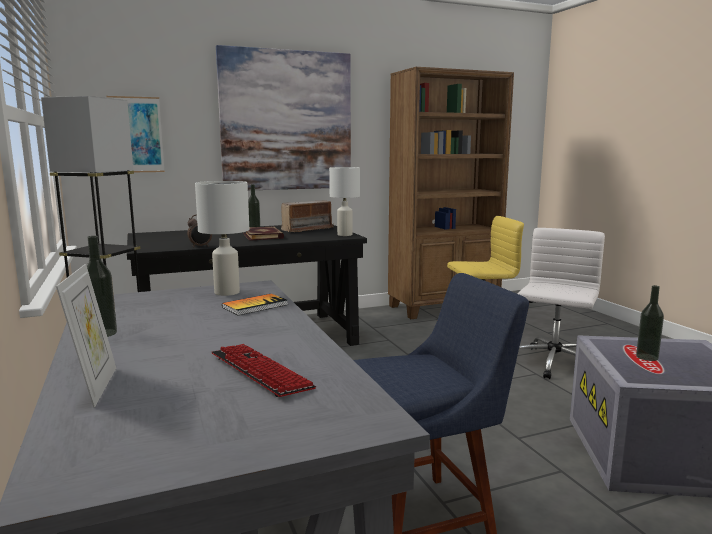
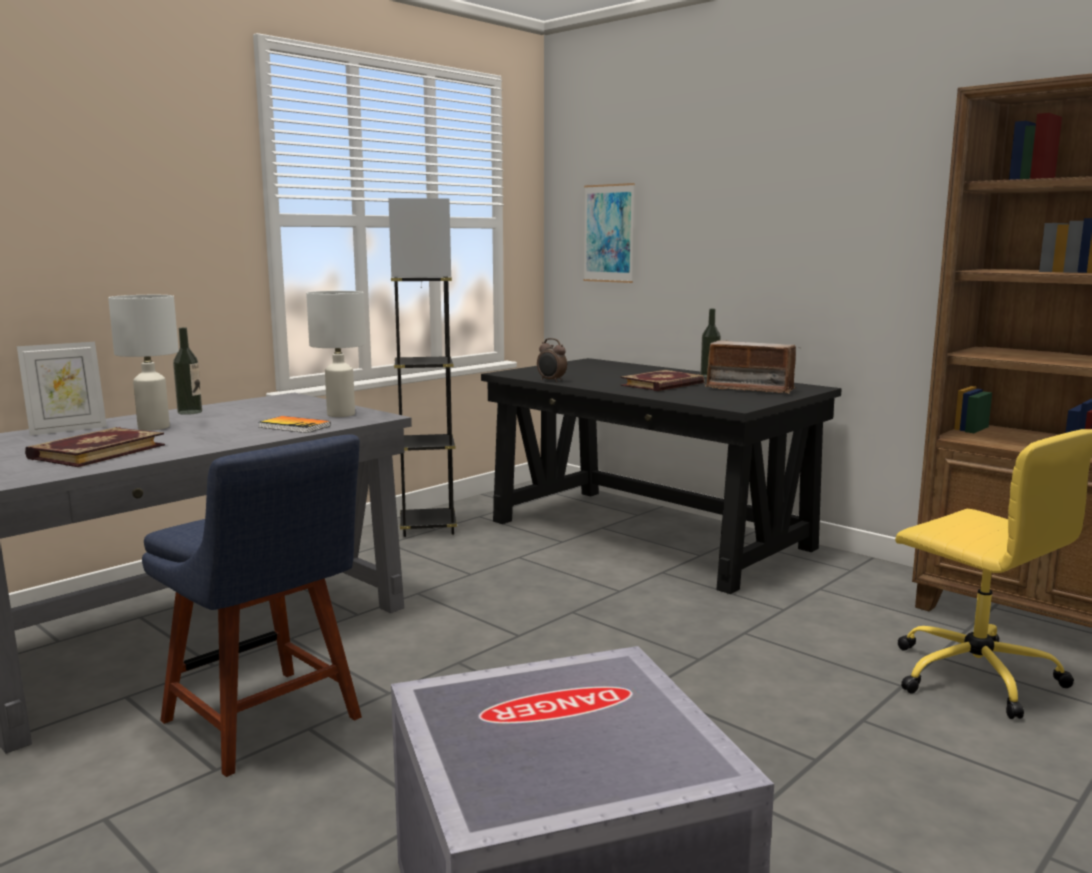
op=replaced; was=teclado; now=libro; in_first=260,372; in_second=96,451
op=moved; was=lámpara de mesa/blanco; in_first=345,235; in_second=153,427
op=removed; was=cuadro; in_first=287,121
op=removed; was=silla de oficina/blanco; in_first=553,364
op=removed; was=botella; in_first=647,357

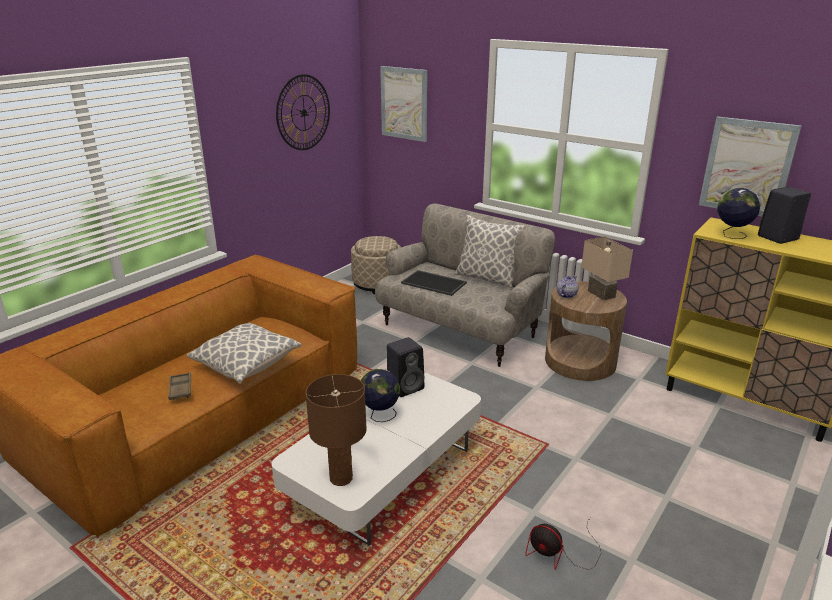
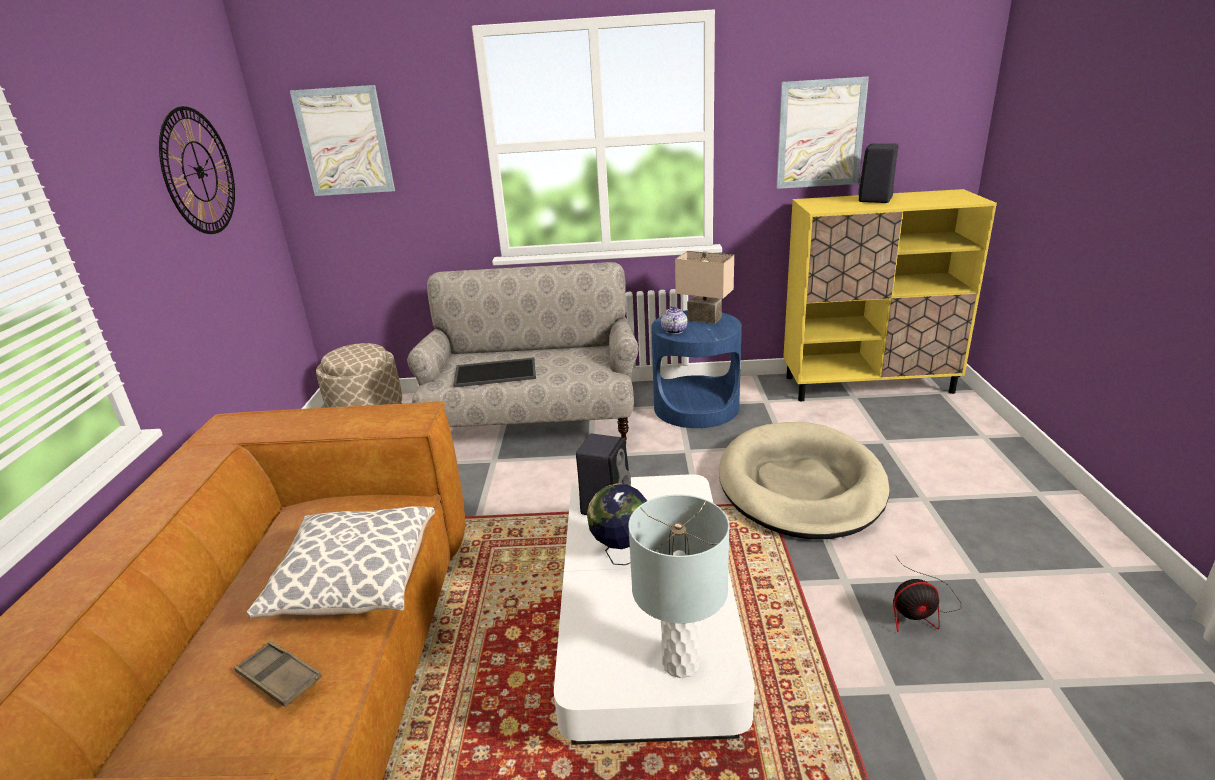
op=recoloured; was=lámpara de mesa/marrón; now=lámpara de mesa/gris; in_first=341,478; in_second=681,663
op=recoloured; was=mesa auxiliar/marrón; now=mesa auxiliar/azul; in_first=580,361; in_second=696,407
op=added; now=cama para perro/beis; in_second=800,485
op=removed; was=cojín; in_first=487,278
op=removed; was=globo terráqueo; in_first=731,235

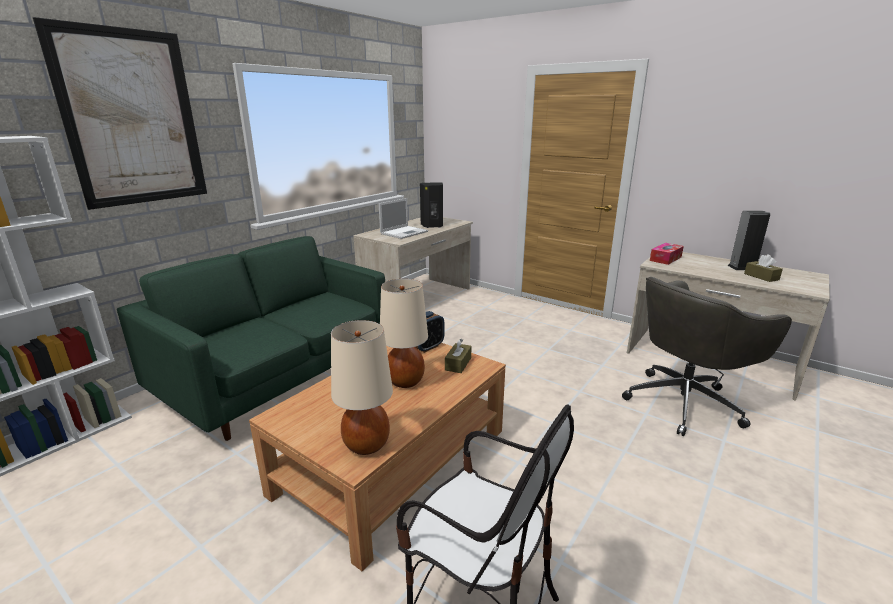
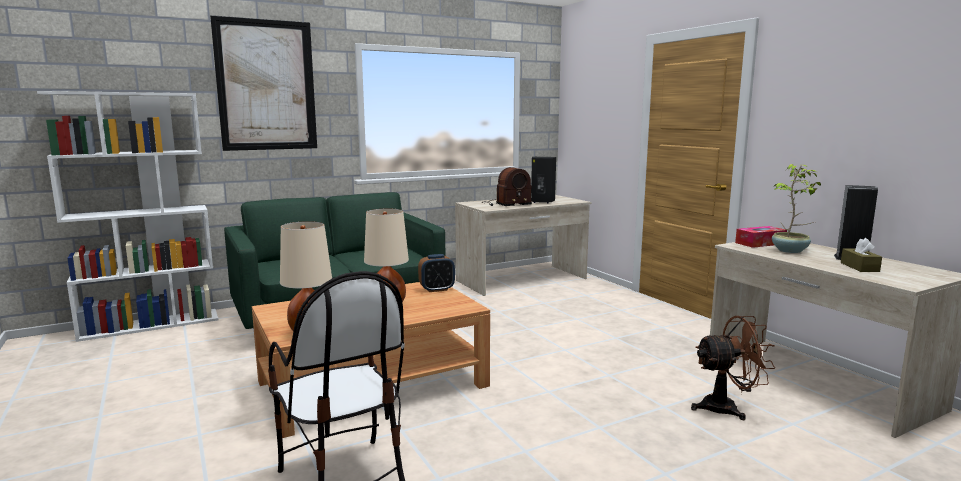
op=replaced; was=portátil; now=radio; in_first=404,232; in_second=505,204
op=replaced; was=silla de oficina/gris; now=ventilador/marrón; in_first=685,402; in_second=727,408
op=added; now=planta en maceta; in_second=790,251
op=removed; was=caja de pañuelos/marrón; in_first=458,364

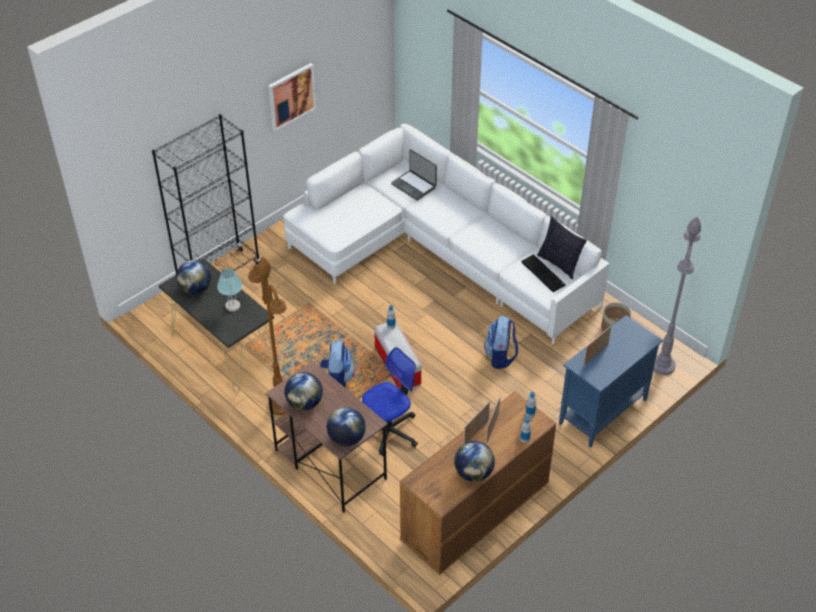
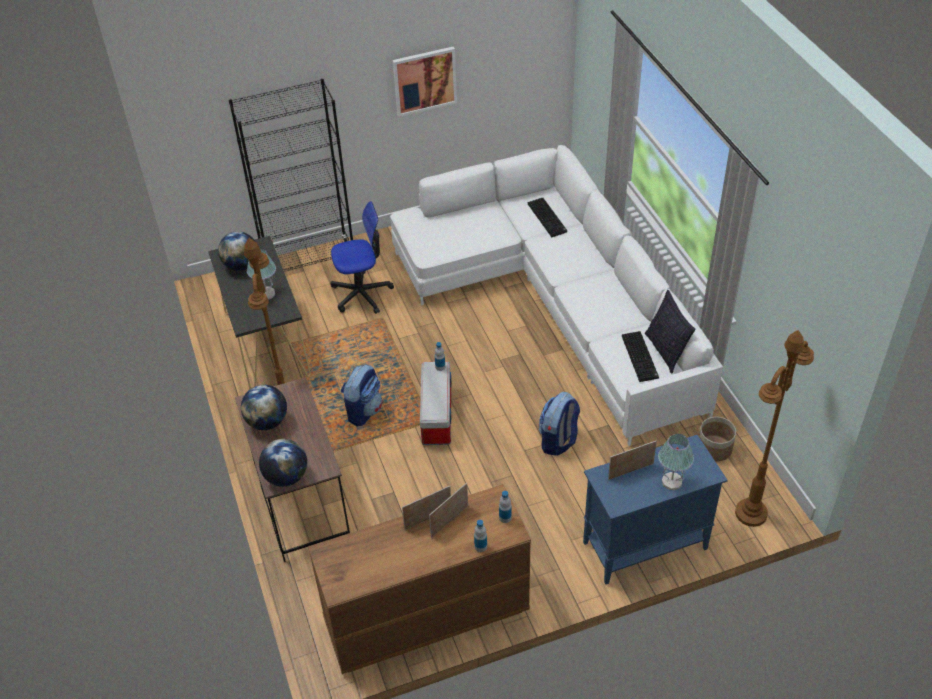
op=moved; was=silla de oficina; in_first=389,431; in_second=362,294
op=replaced; was=portátil; now=teclado; in_first=414,185; in_second=548,218
op=added; now=lámpara de mesa; in_second=671,482
op=recoloured; was=lámpara de pie/gris; now=lámpara de pie/marrón; in_first=663,366; in_second=751,514
op=removed; was=globo terráqueo; in_first=473,473

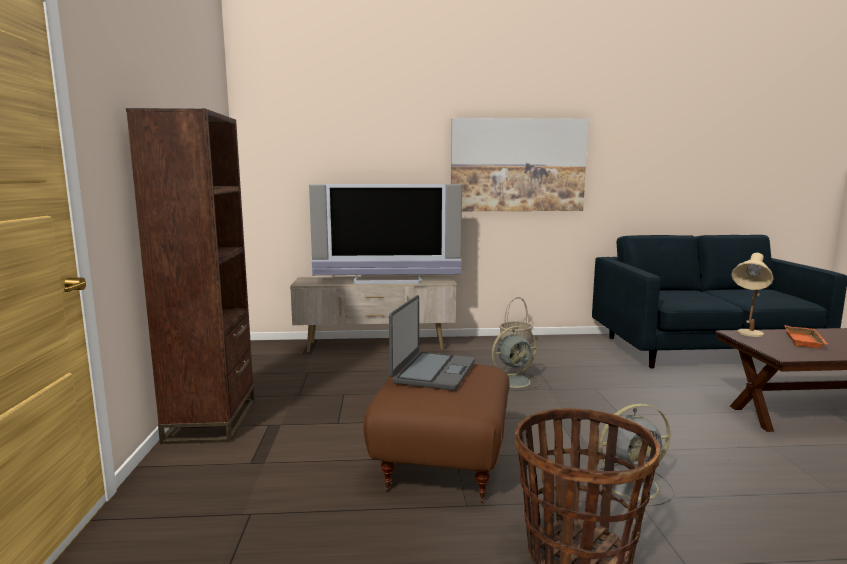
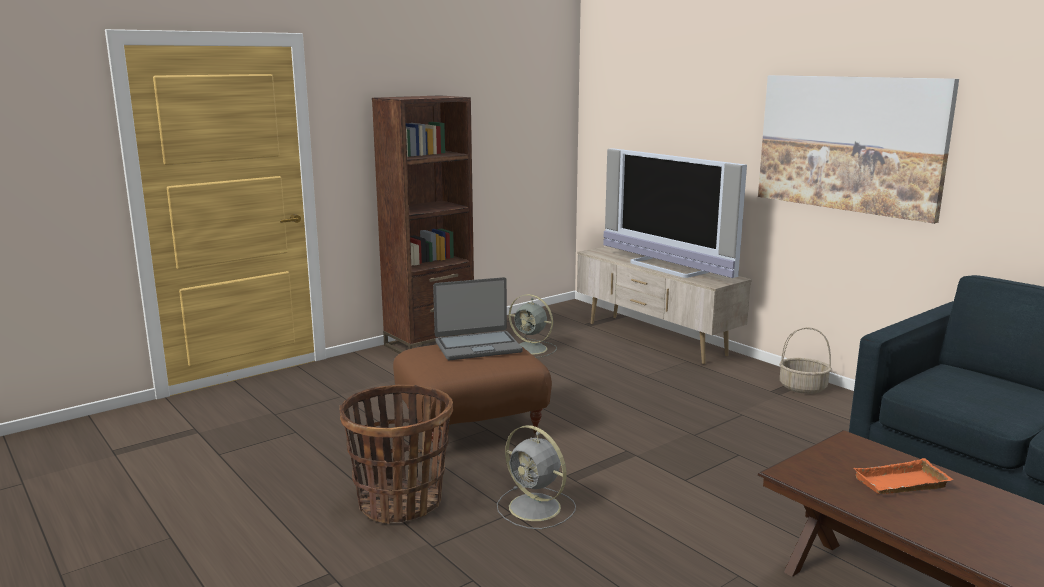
op=moved; was=ventilador/gris; in_first=514,381; in_second=532,349
op=removed; was=lámpara de mesa/beis; in_first=747,335

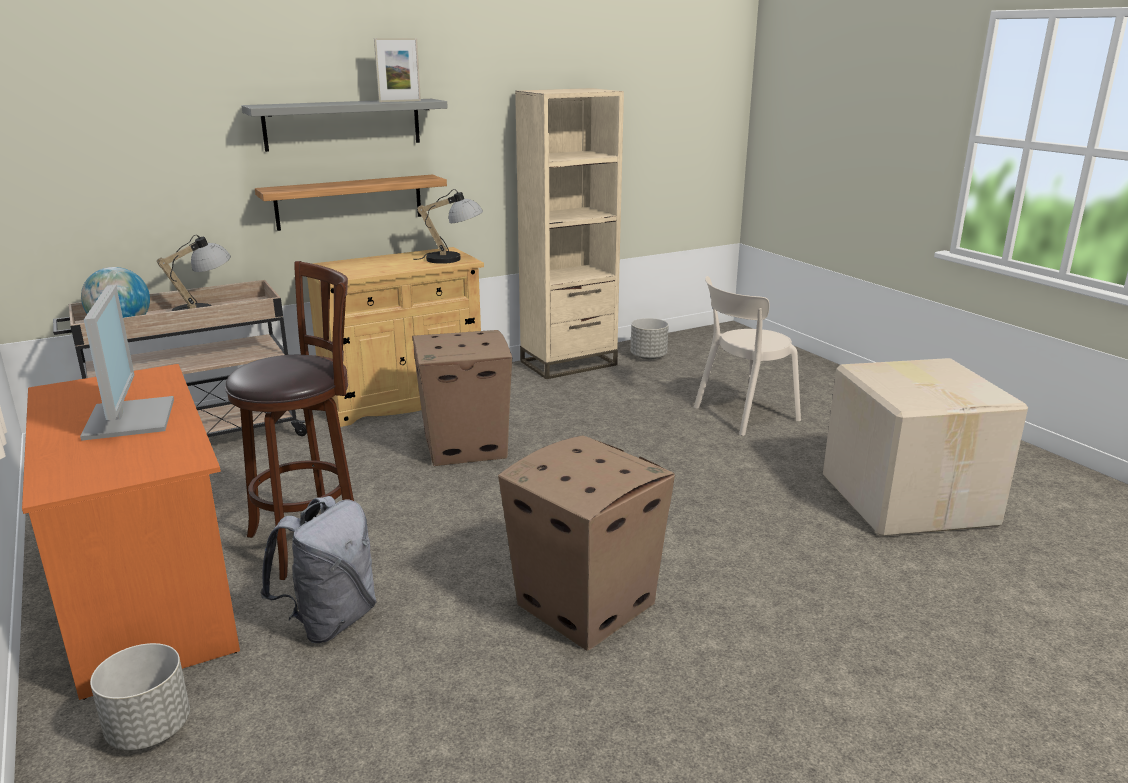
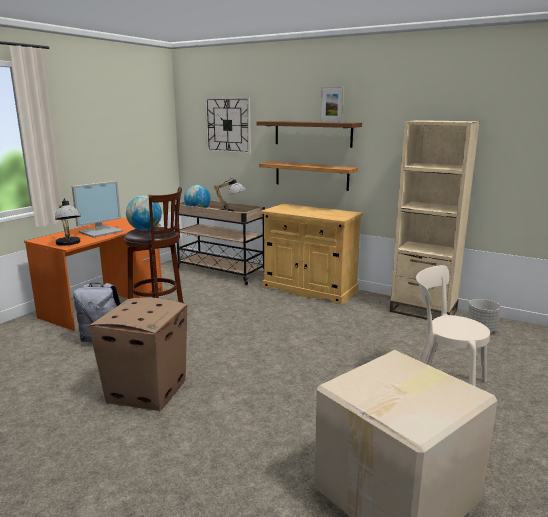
op=moved; was=lámpara de mesa; in_first=453,259; in_second=69,244
op=added; now=globo terráqueo; in_second=145,230
op=added; now=reloj de pared; in_second=228,125
op=recoloured; was=estante/gris; now=estante/marrón; in_first=343,124; in_second=312,133
op=removed; was=maceta/gris; in_first=149,730
op=removed; was=caja de cartón; in_first=466,446

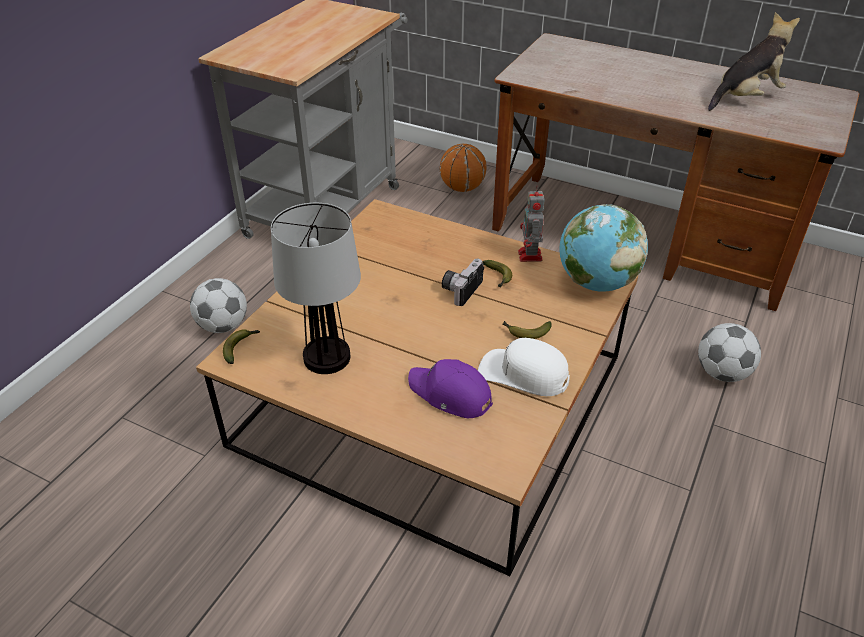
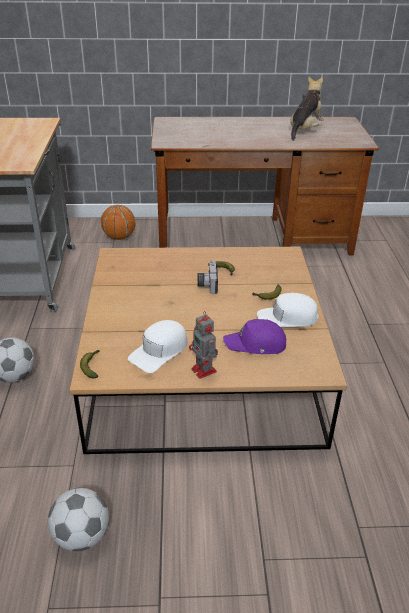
op=moved; was=balón de fútbol; in_first=721,373; in_second=81,536
op=replaced; was=lámpara de mesa; now=gorra/blanco; in_first=328,358; in_second=159,351
op=moved; was=robot de juguete; in_first=530,256; in_second=204,371
op=removed; was=globo terráqueo; in_first=596,283

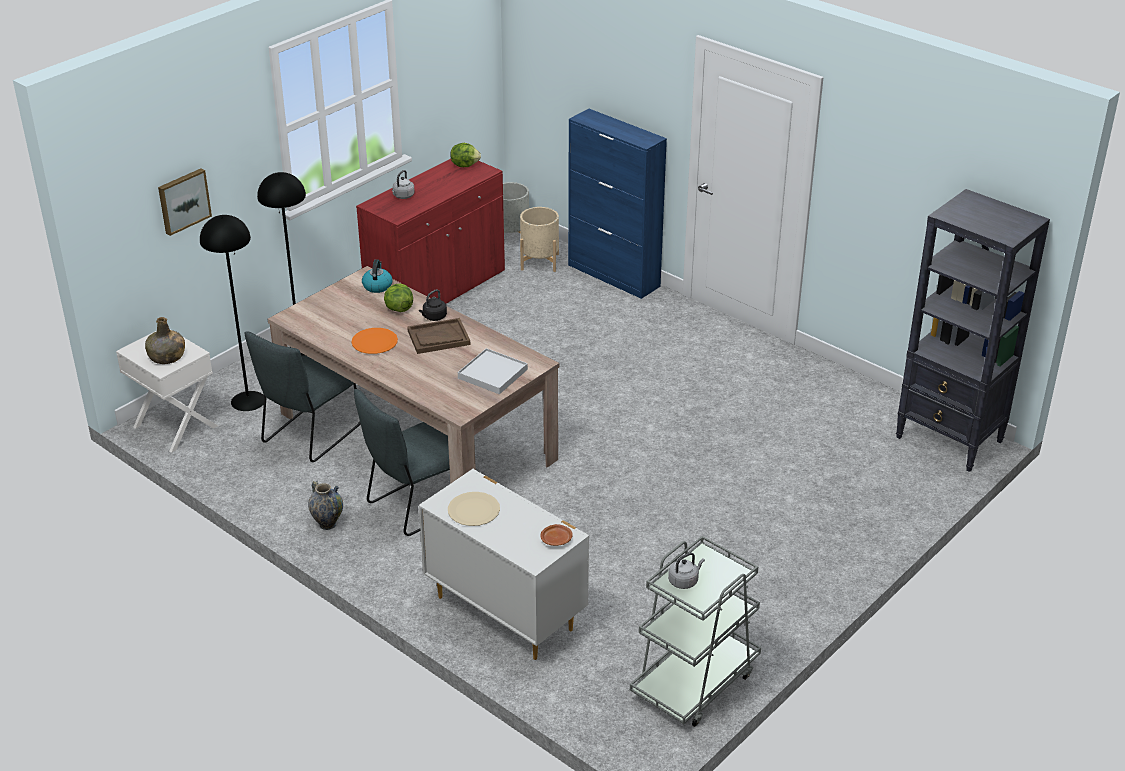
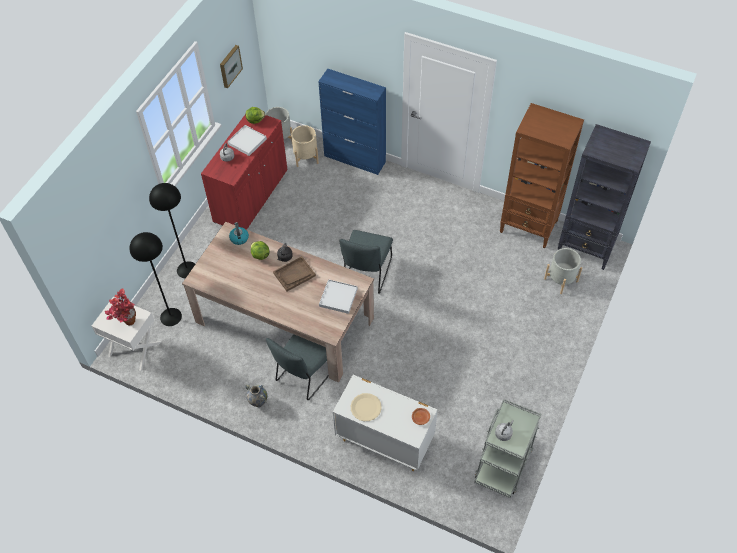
op=replaced; was=botella/verde; now=planta en maceta; in_first=167,357; in_second=126,323
op=moved; was=cuadro; in_first=183,200; in_second=229,66
op=added; now=bandeja/blanco; in_second=247,141
op=moved; was=silla/gris; in_first=309,436; in_second=366,274
op=added; now=estantería/marrón; in_second=529,227
op=added; now=maceta/gris; in_second=561,280
op=removed; was=plato/naranja; in_first=374,342

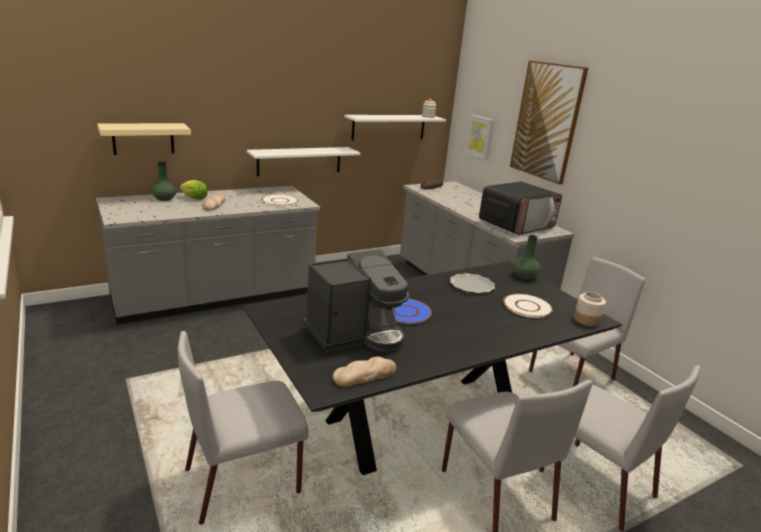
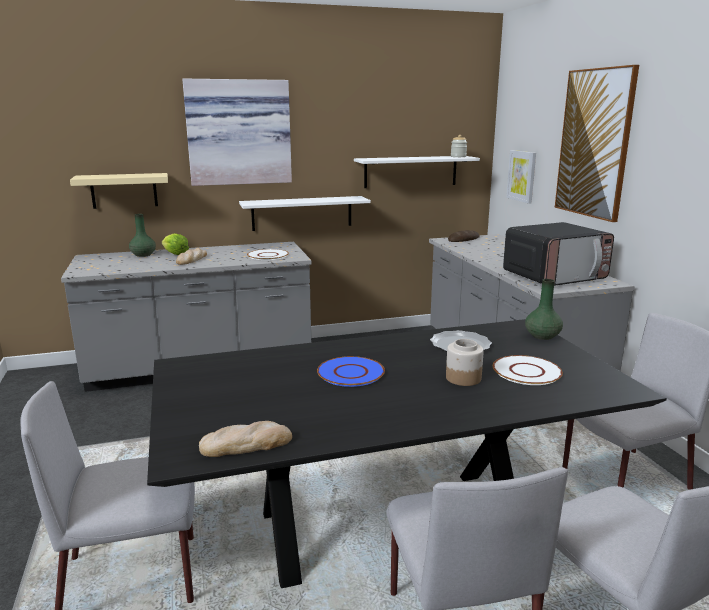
op=added; now=cuadro; in_second=239,132
op=moved; was=tarro; in_first=586,320; in_second=463,378
op=removed; was=cafetera; in_first=355,334

